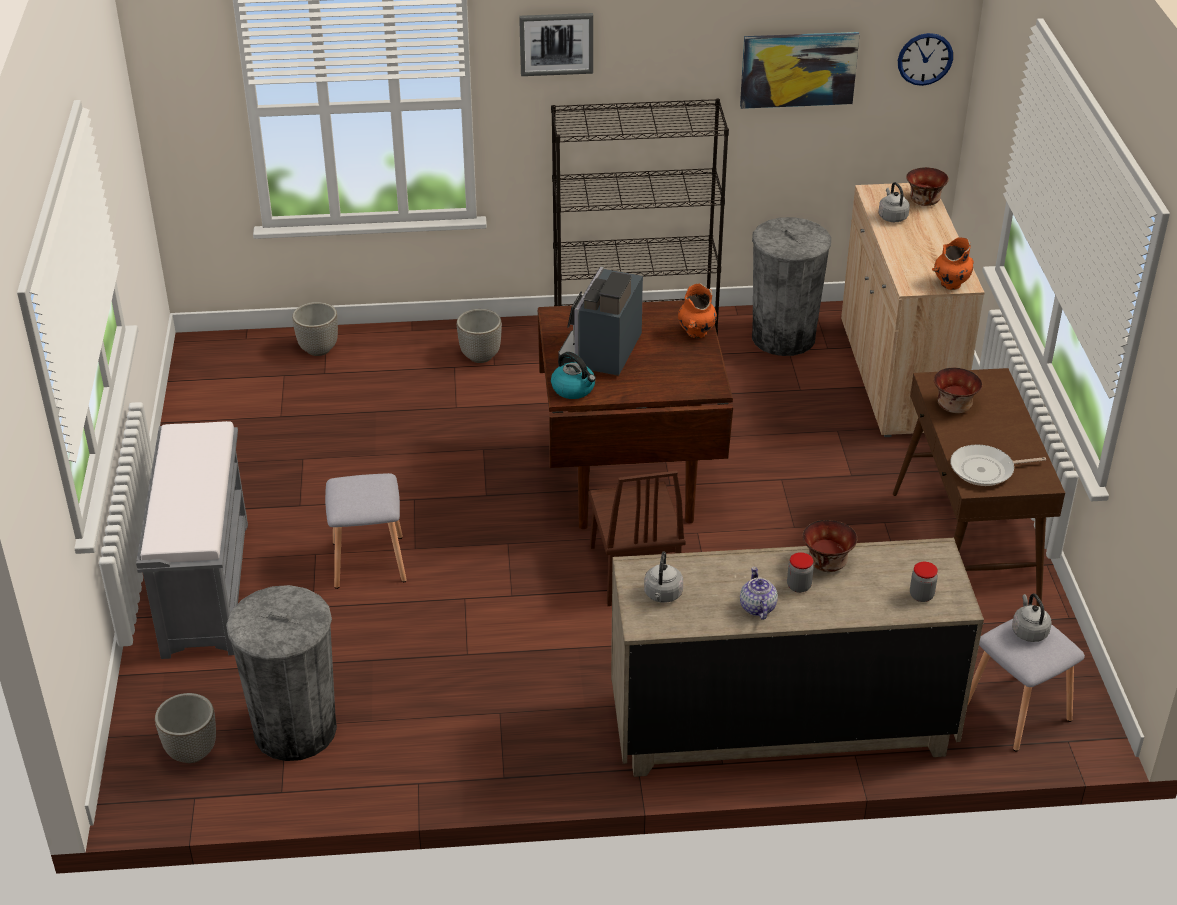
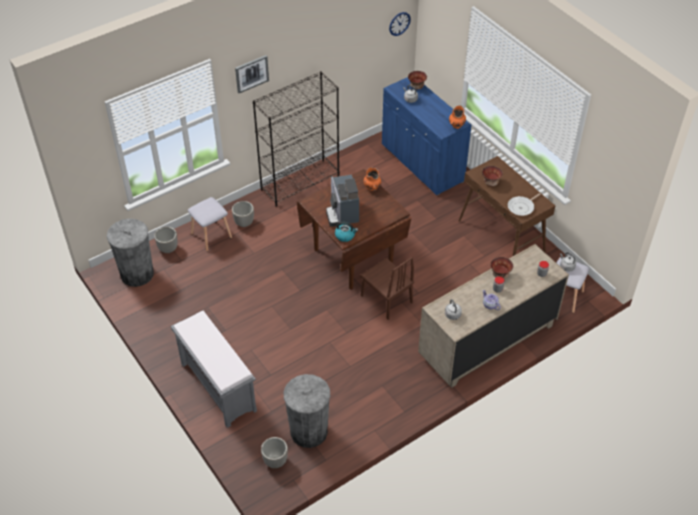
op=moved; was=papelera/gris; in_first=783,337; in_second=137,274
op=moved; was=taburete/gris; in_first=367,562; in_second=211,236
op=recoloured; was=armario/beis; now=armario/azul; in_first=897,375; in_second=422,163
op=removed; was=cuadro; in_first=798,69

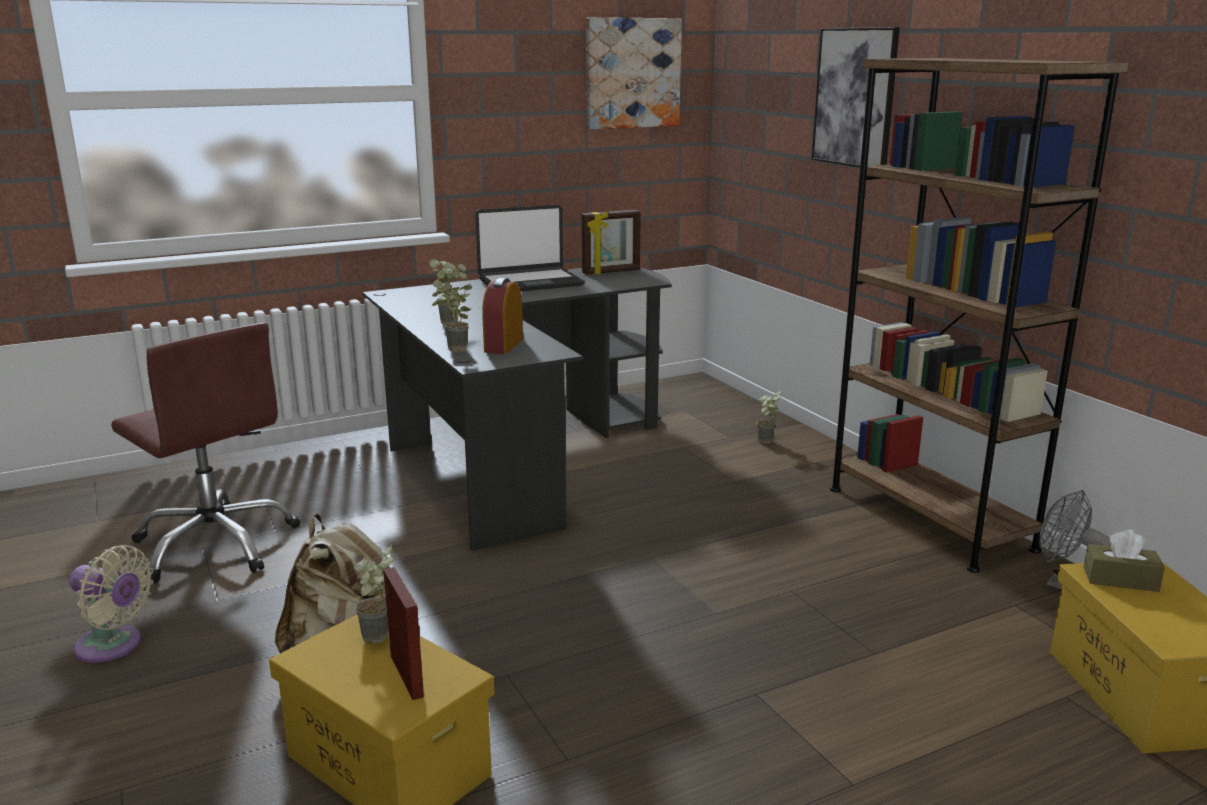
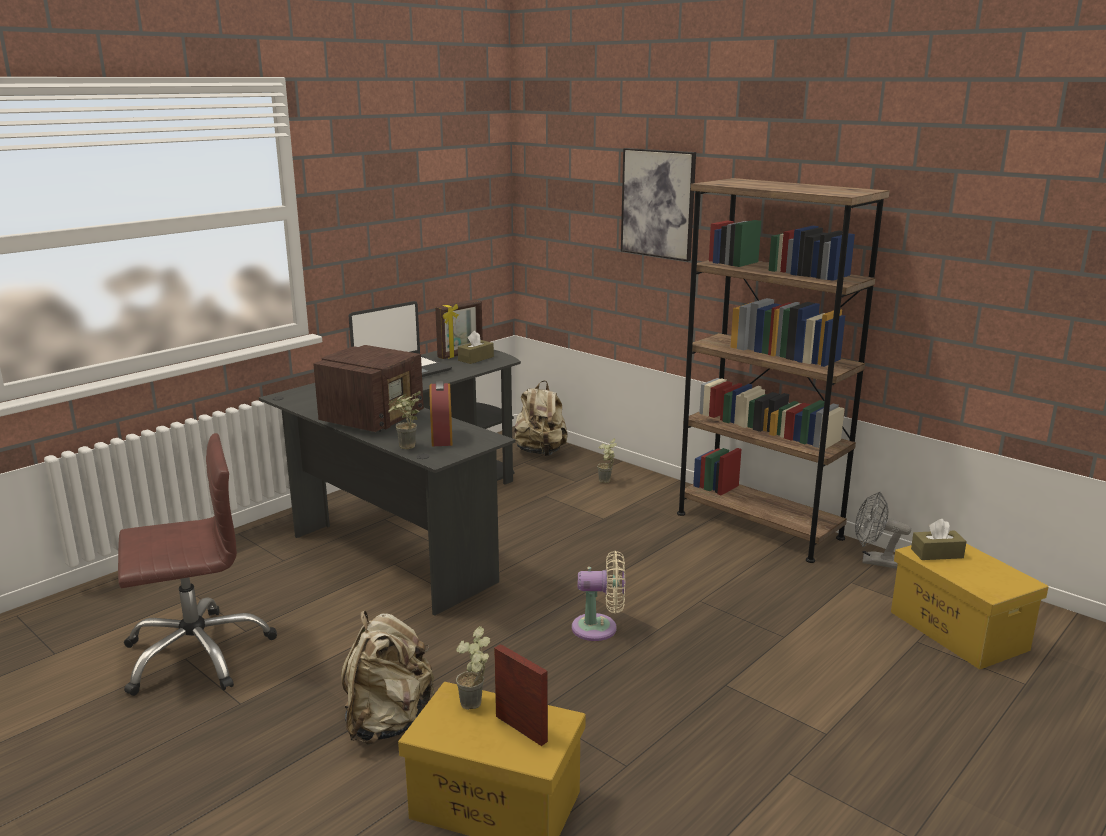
op=turned; was=silla de oficina/marrón; in_first=216,544; in_second=197,653; clockwise=-45
op=replaced; was=planta en maceta; now=radio; in_first=452,321; in_second=374,419
op=added; now=caja de pañuelos/marrón; in_second=476,358
op=added; now=mochila/beis; in_second=540,452
op=moved; was=ventilador/beis; in_first=113,646; in_second=599,628
op=removed; was=cuadro; in_first=632,73

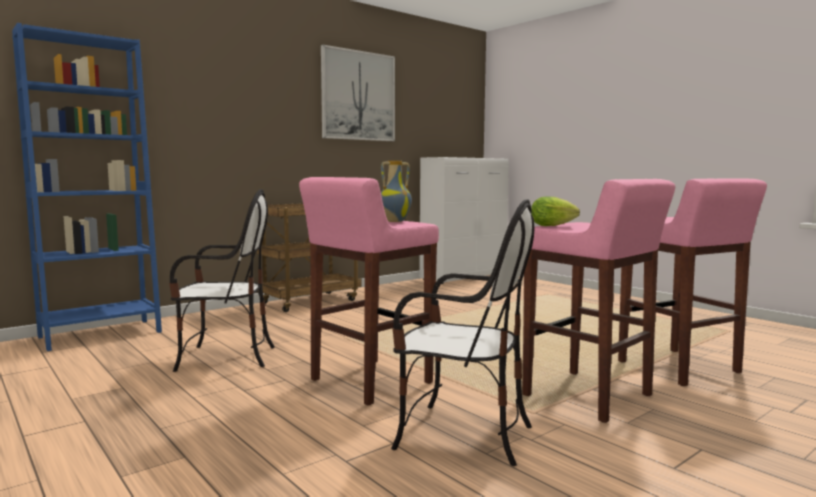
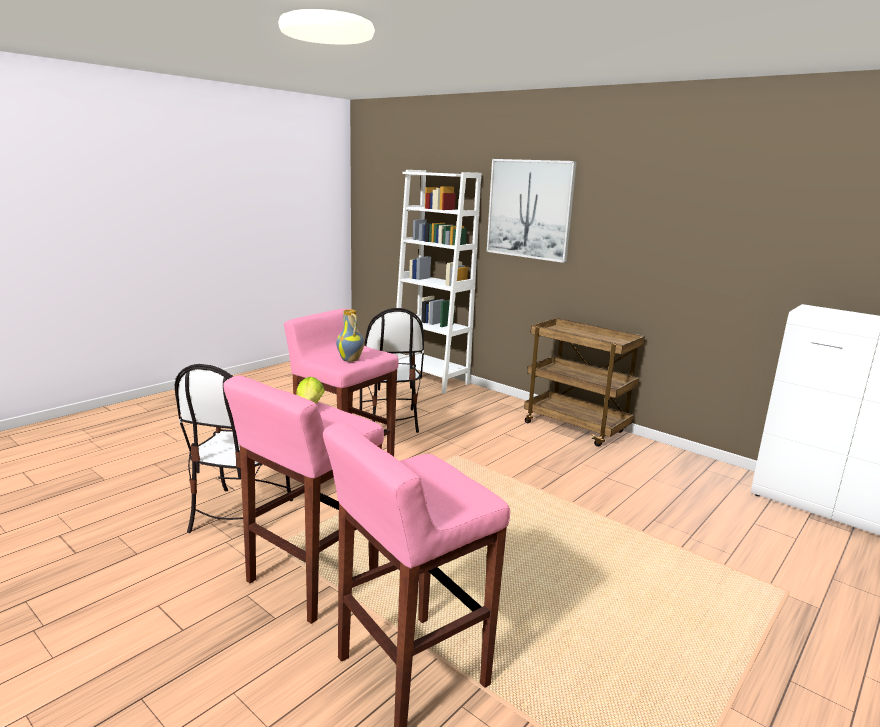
op=recoloured; was=estantería/azul; now=estantería/blanco; in_first=100,334; in_second=430,380
op=moved; was=cuadro; in_first=358,96; in_second=529,209

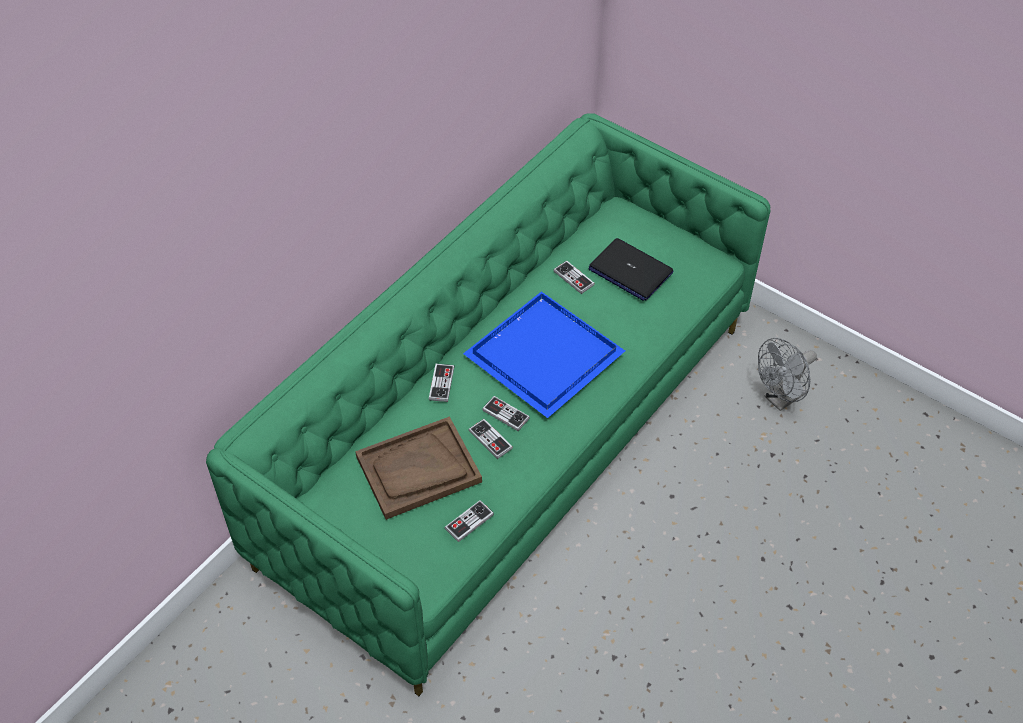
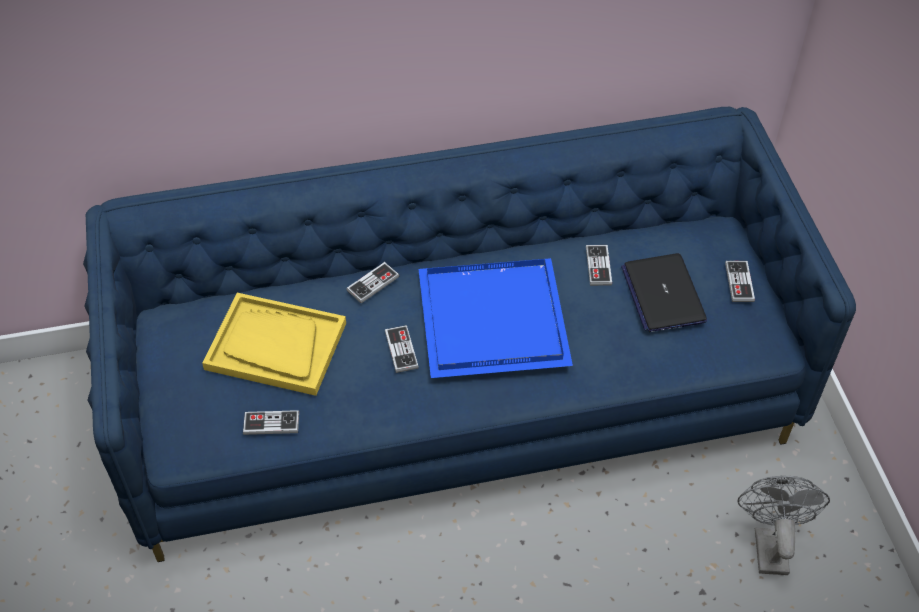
op=recoloured; was=sofá/verde; now=sofá/azul; in_first=511,440; in_second=459,397
op=recoloured; was=bandeja/marrón; now=bandeja/amarillo; in_first=418,470; in_second=275,346
op=moved; was=mando de consola; in_first=490,440; in_second=739,282
op=turned; was=ventilador/gris; in_first=781,399; in_second=769,544; clockwise=90

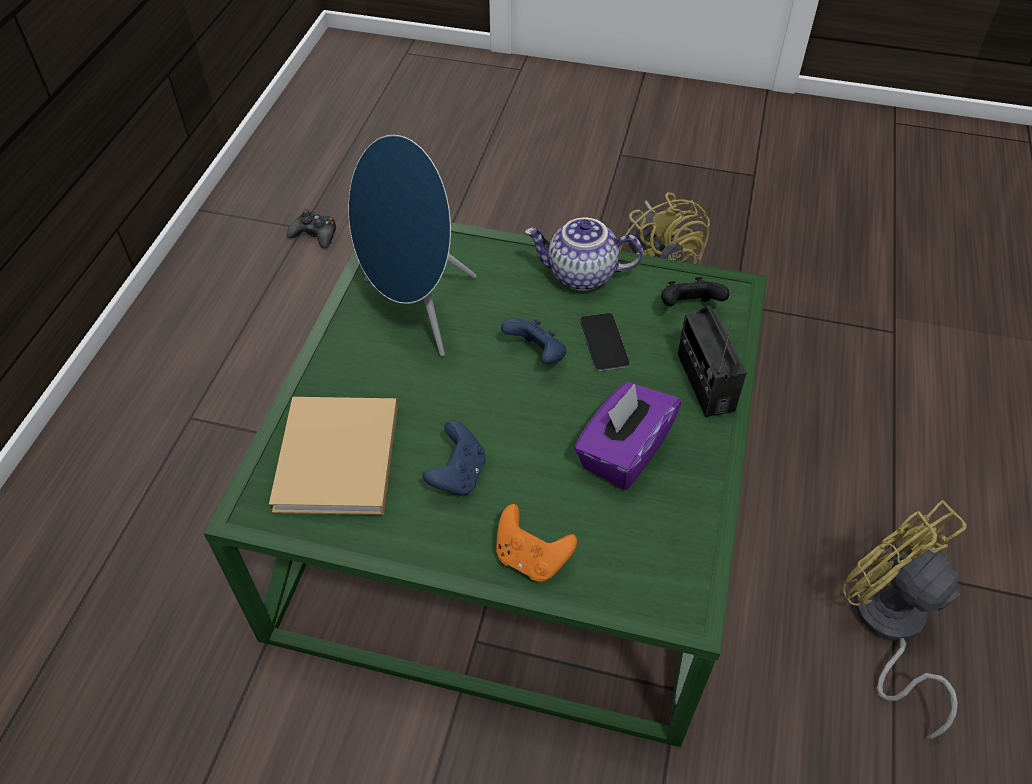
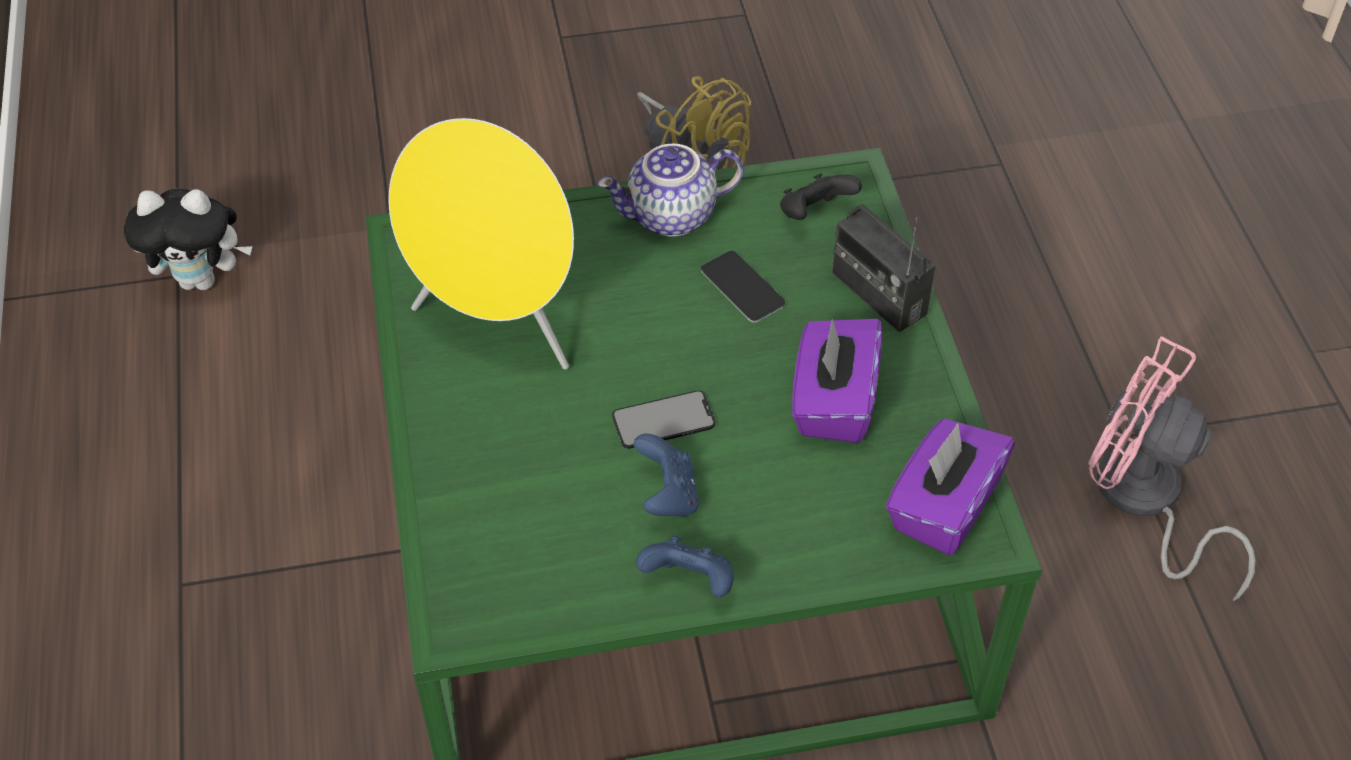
op=replaced; was=mando de consola/negro; now=peluche; in_first=315,235; in_second=202,279
op=recoloured; was=altavoz/azul; now=altavoz/amarillo; in_first=416,310; in_second=499,325
op=added; now=móvil; in_second=663,420
op=moved; was=mando de consola/azul; in_first=537,355; in_second=689,582
op=added; now=caja de pañuelos/morado; in_second=943,507
op=recoloured; was=ventilador/amarillo; now=ventilador/rosa; in_first=887,626; in_second=1143,502
op=removed; was=libro/beis; in_first=336,462
op=removed; was=mando de consola/naranja; in_first=531,558

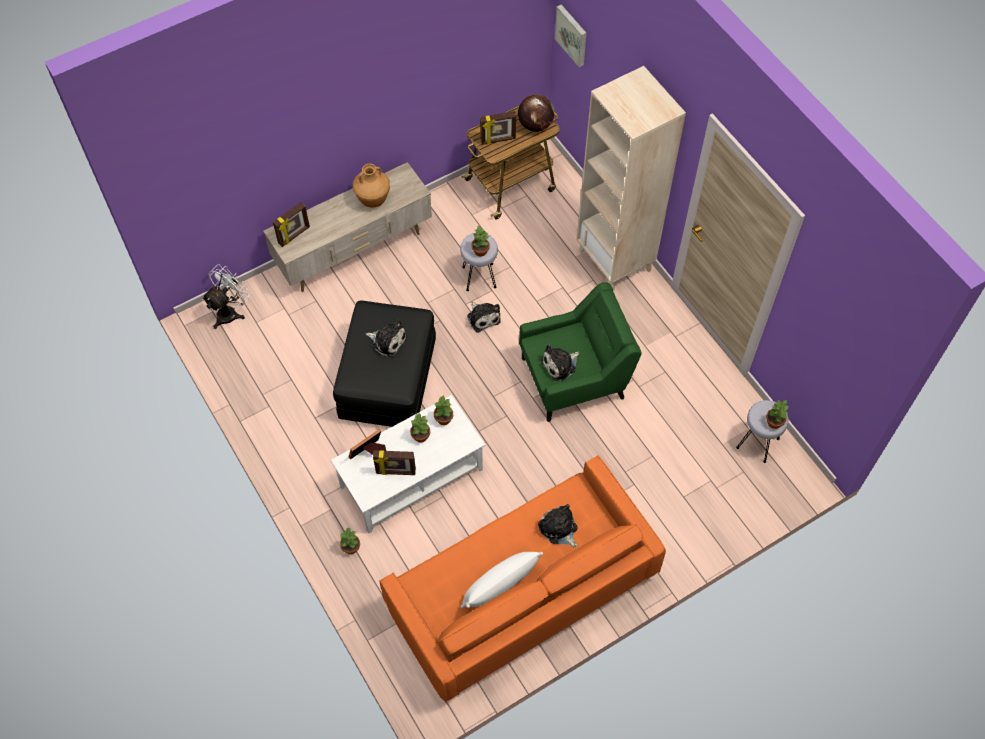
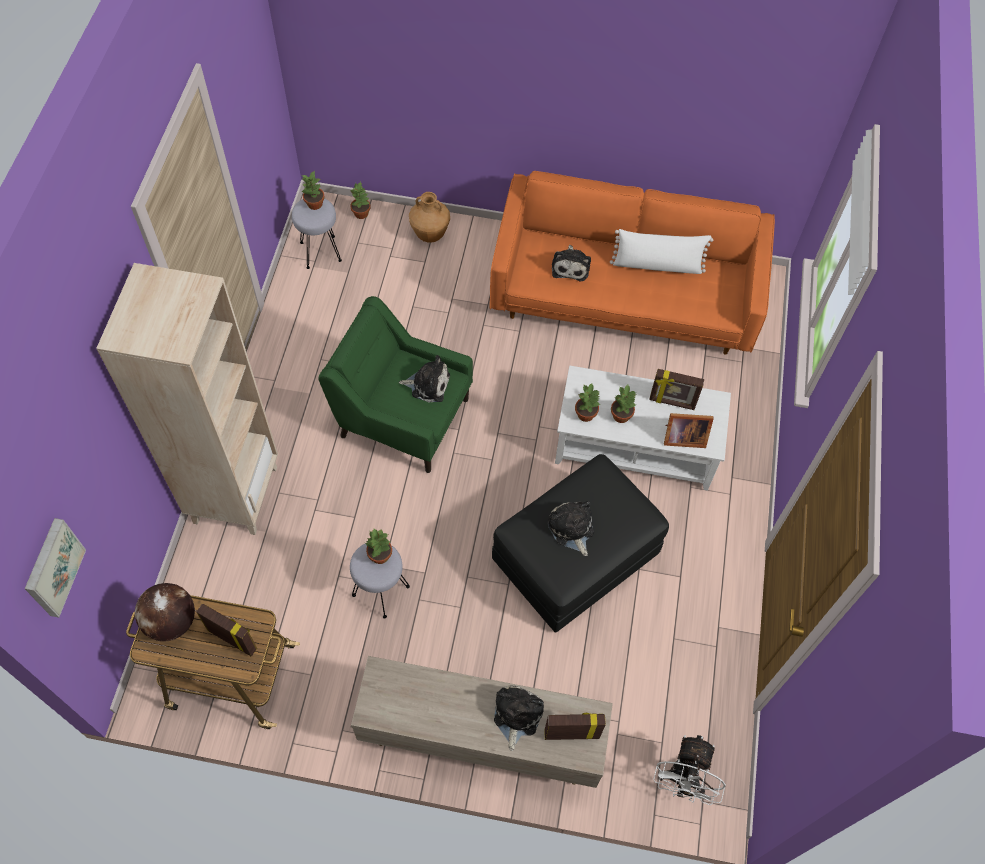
op=moved; was=planta en maceta; in_first=350,548; in_second=361,213
op=moved; was=florero/marrón; in_first=373,200; in_second=430,235
op=moved; was=peluche; in_first=483,317; in_second=516,715
op=turned; was=portarretratos; in_first=395,472; in_second=672,402; clockwise=150
op=turned; was=ventilador/blanco; in_first=230,312; in_second=682,782; clockwise=-60

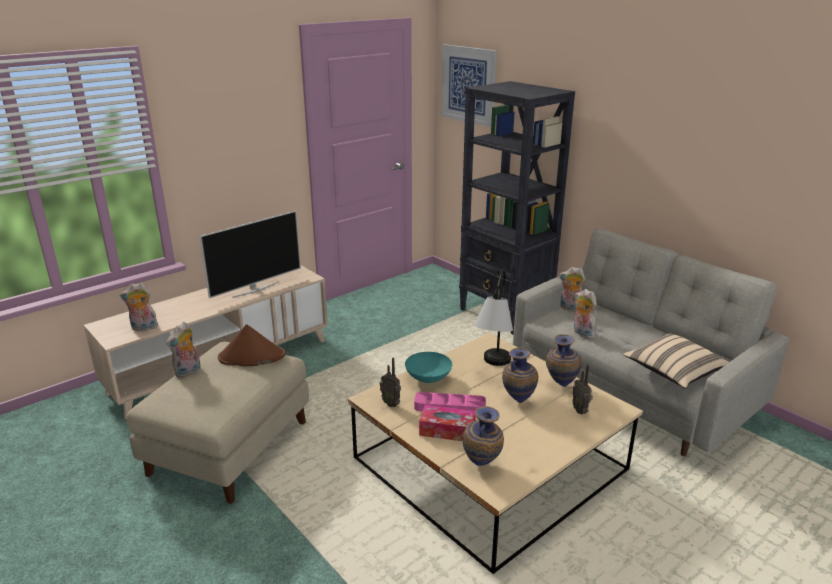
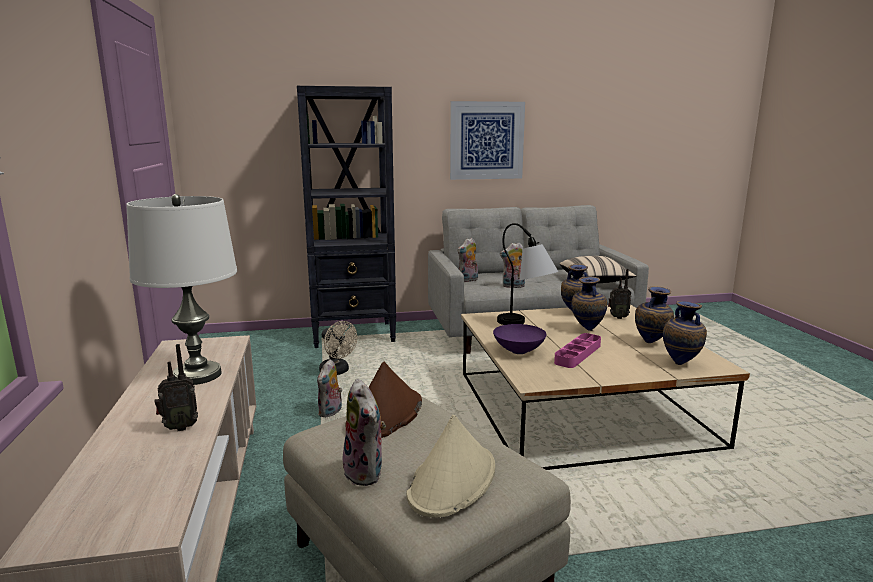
op=replaced; was=televisor; now=lámpara de mesa/blanco; in_first=255,289; in_second=197,375
op=moved; was=radio; in_first=391,403; in_second=179,427
op=moved; was=peluche; in_first=143,328; in_second=331,413
op=added; now=ventilador/beis; in_second=337,372
op=added; now=sombrero/beis; in_second=452,480
op=moved; was=cuadro; in_first=468,85; in_second=486,140
op=recoloured; was=cuenco/turquesa; now=cuenco/morado; in_first=429,378; in_second=519,351
op=added; now=florero; in_second=651,344
op=removed; was=caja de pañuelos; in_first=447,430

